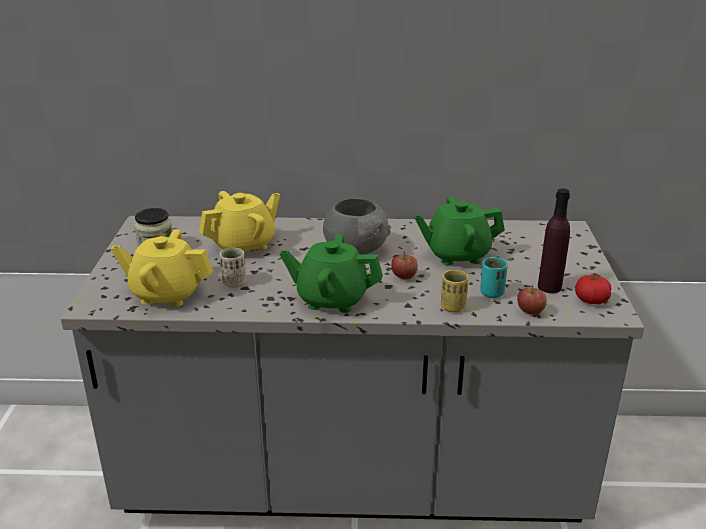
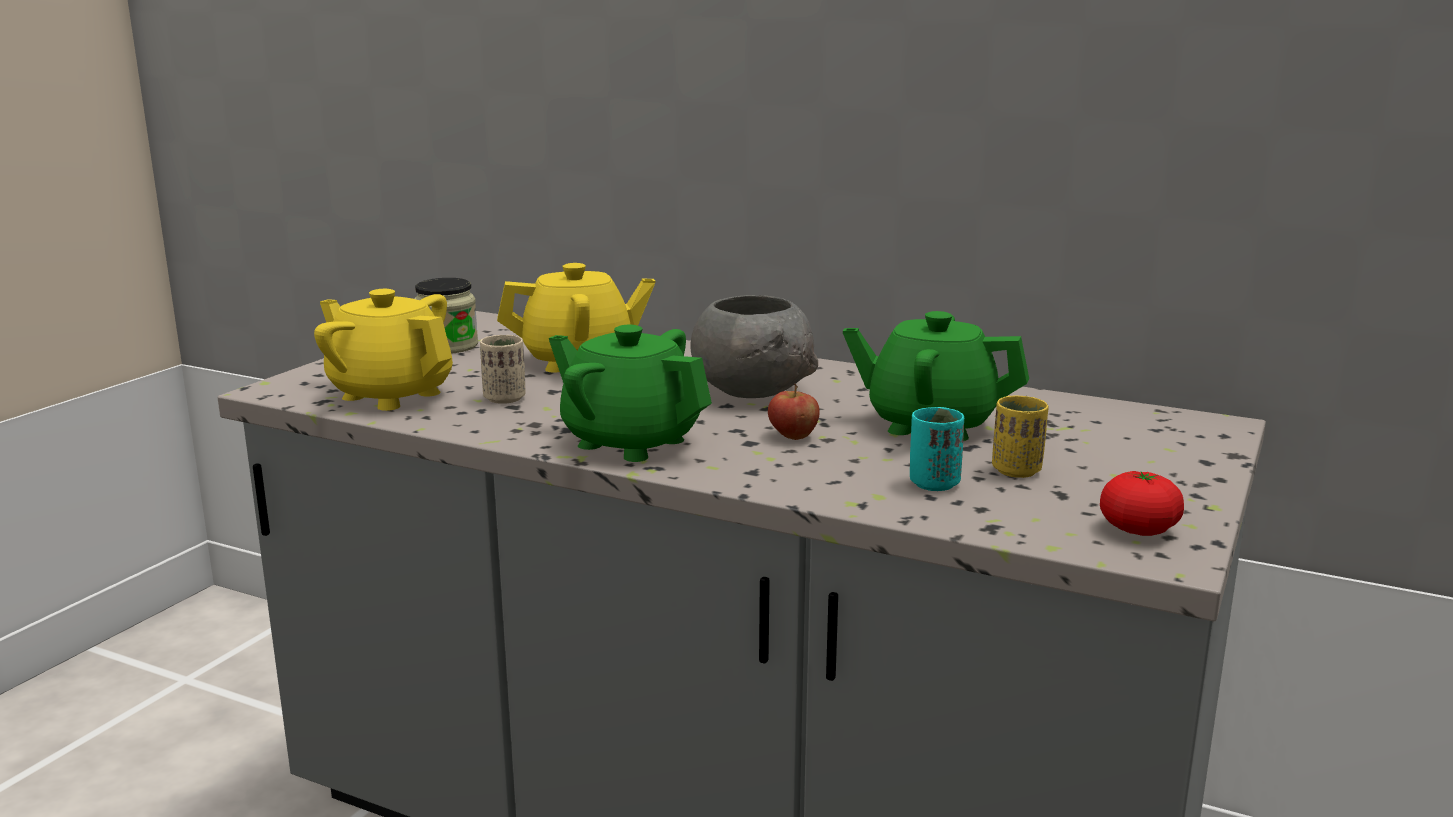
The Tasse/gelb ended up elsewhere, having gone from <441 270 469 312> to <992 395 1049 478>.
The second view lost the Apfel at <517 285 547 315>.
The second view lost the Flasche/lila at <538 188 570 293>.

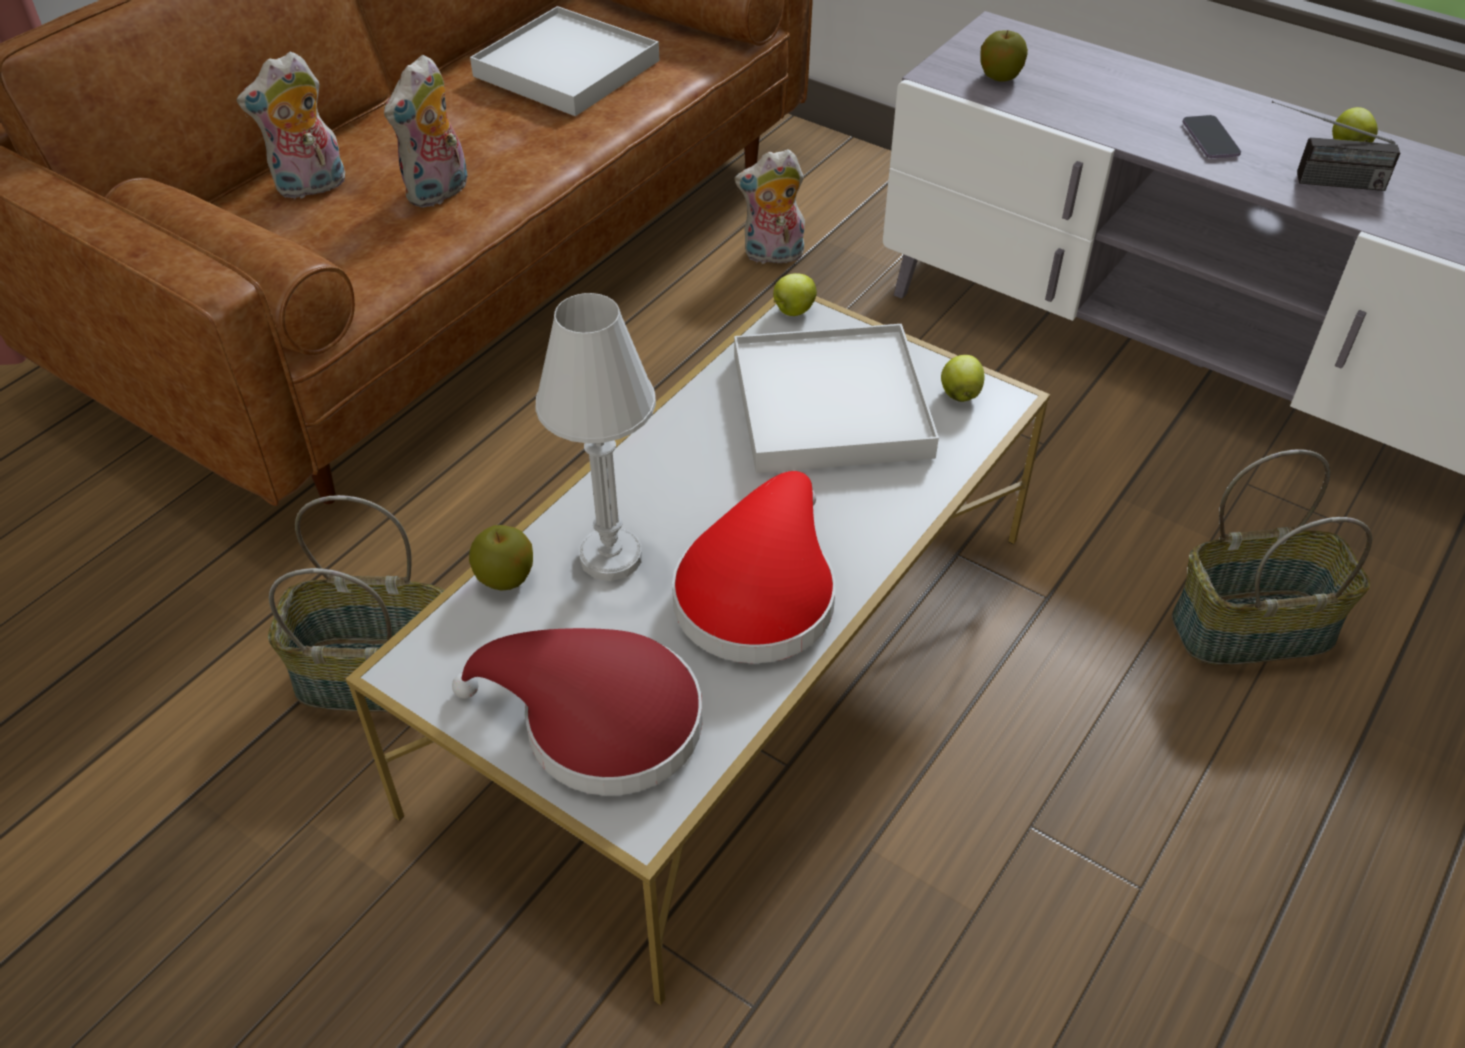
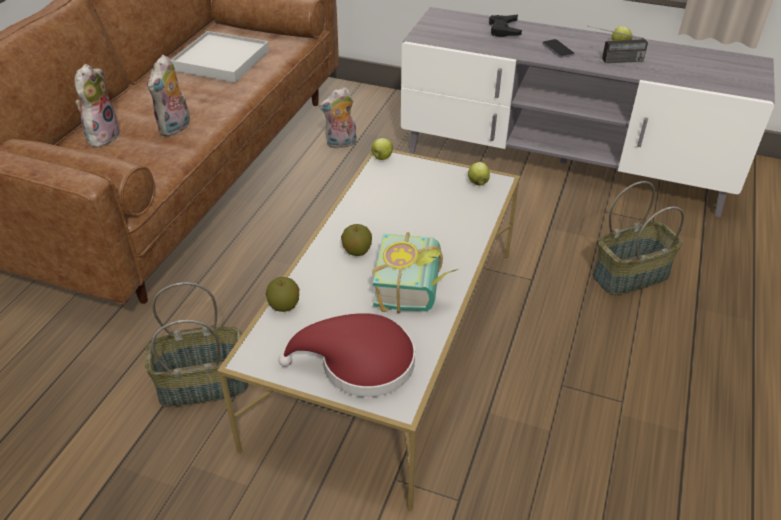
The Plüschtier at <237 52 345 199> ended up facing another way, 150 degrees clockwise from before.
The second view lost the Tischlampe/weiß at <535 293 656 581>.
Where the Hut/rot stood at <672 471 836 663>, the Buch came to stand at <372 232 459 313>.
The second view lost the Tablett/weiß at <734 324 939 473>.
The Apfel ended up elsewhere, having gone from <981 30 1028 82> to <341 224 372 256>.
The second view gained the Gamepad/schwarz at <489 15 522 37>.

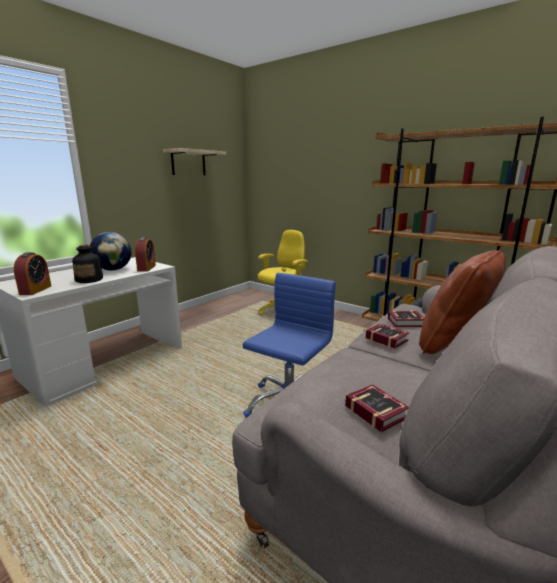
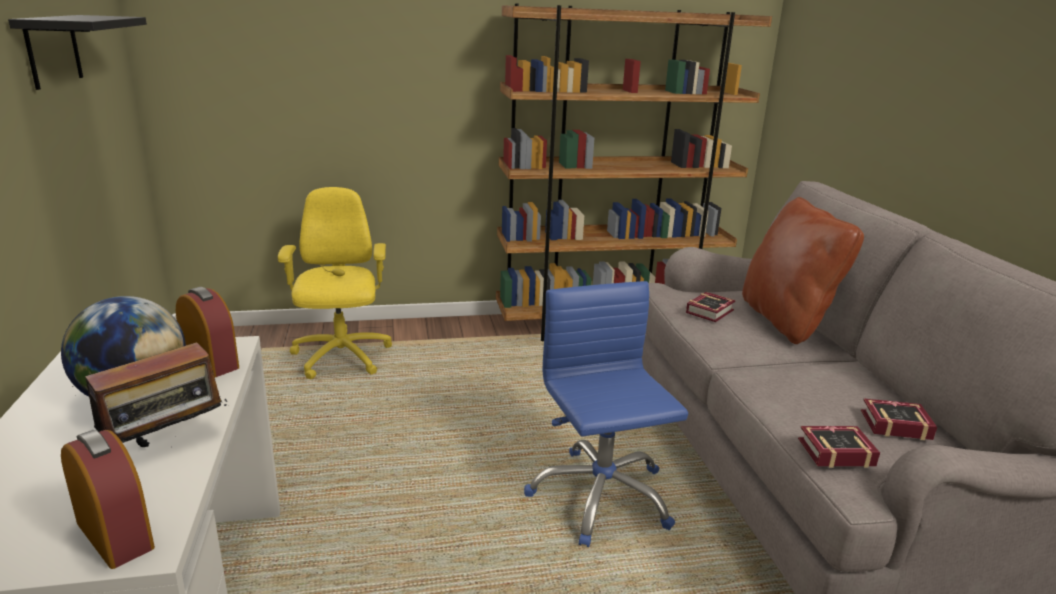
Where the Flasche stood at <72 245 103 283>, the Radio came to stand at <85 342 228 447>.
What was the Wandregal/beige at <163 148 226 175> turned into the Wandregal/schwarz at <8 15 147 90>.
The Buch ended up elsewhere, having gone from <366 324 409 349> to <798 426 880 468>.

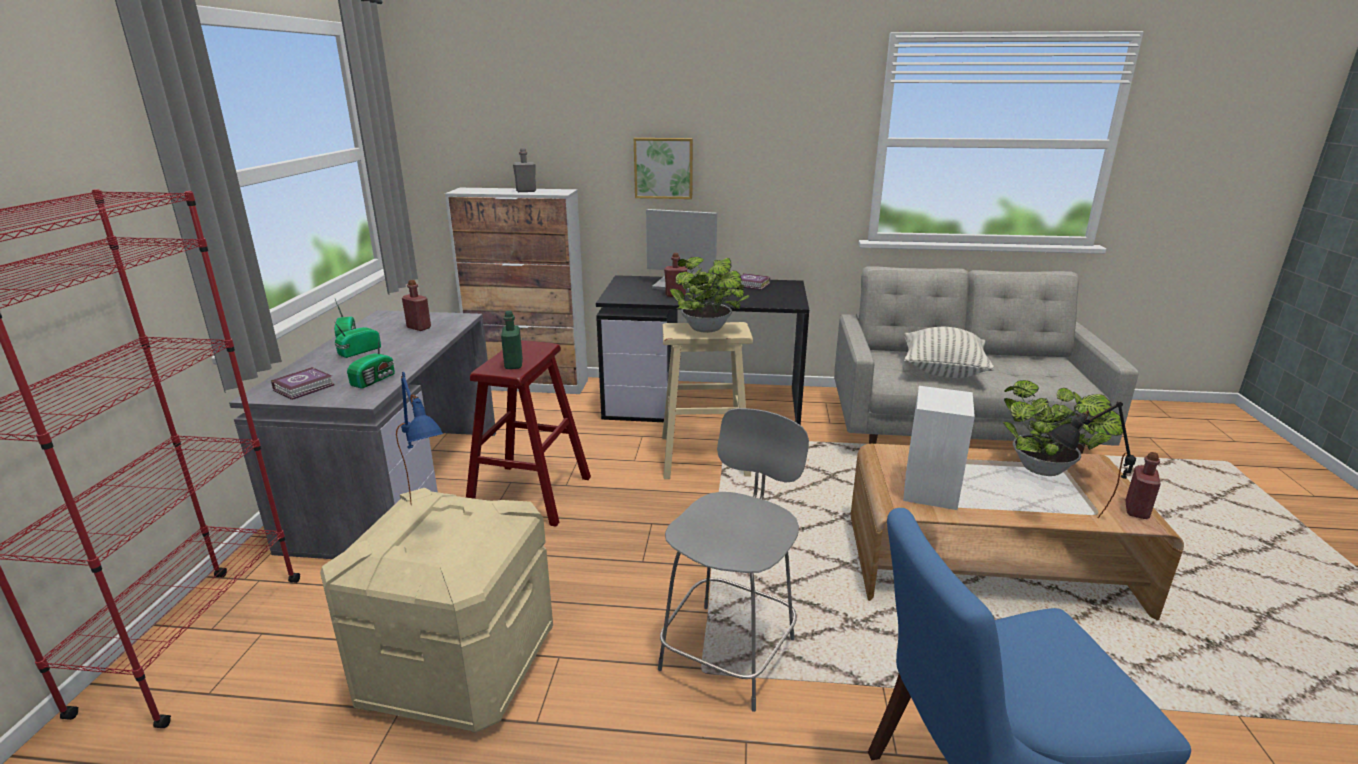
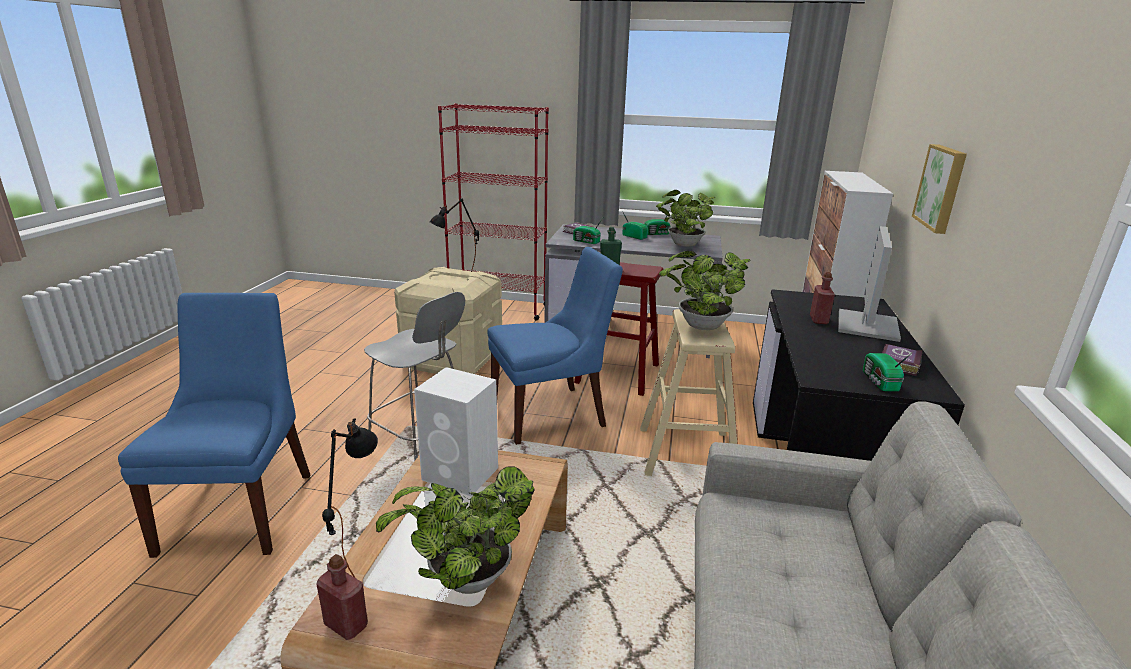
What was the Tischlampe/blau at <396 372 444 505> turned into the Tischlampe/schwarz at <429 198 479 271>.
Where the Flasche/rot stood at <402 280 431 331>, the Topfpflanze came to stand at <656 190 716 247>.
The second view lost the Flasche/grau at <513 148 536 192>.
The second view lost the Kissen at <904 327 994 378>.
The second view gained the Stuhl/blau at <488 247 623 445>.
The second view gained the Radio at <863 351 914 391>.

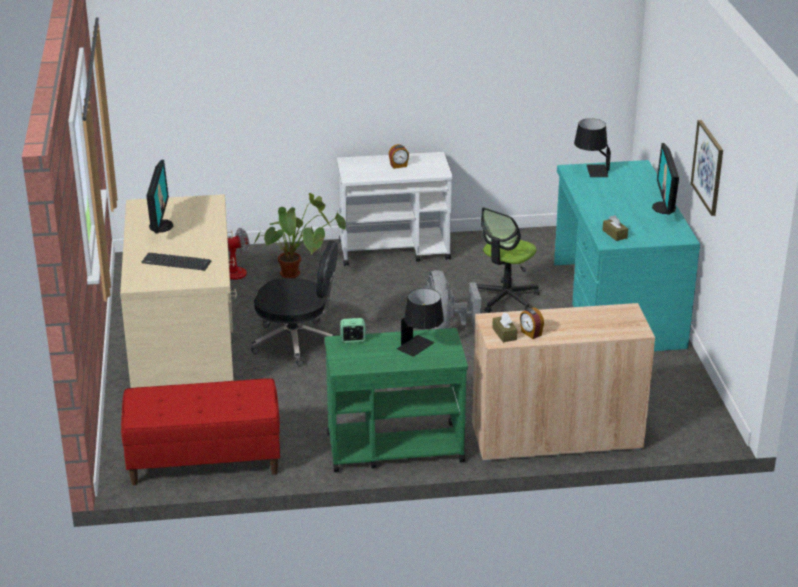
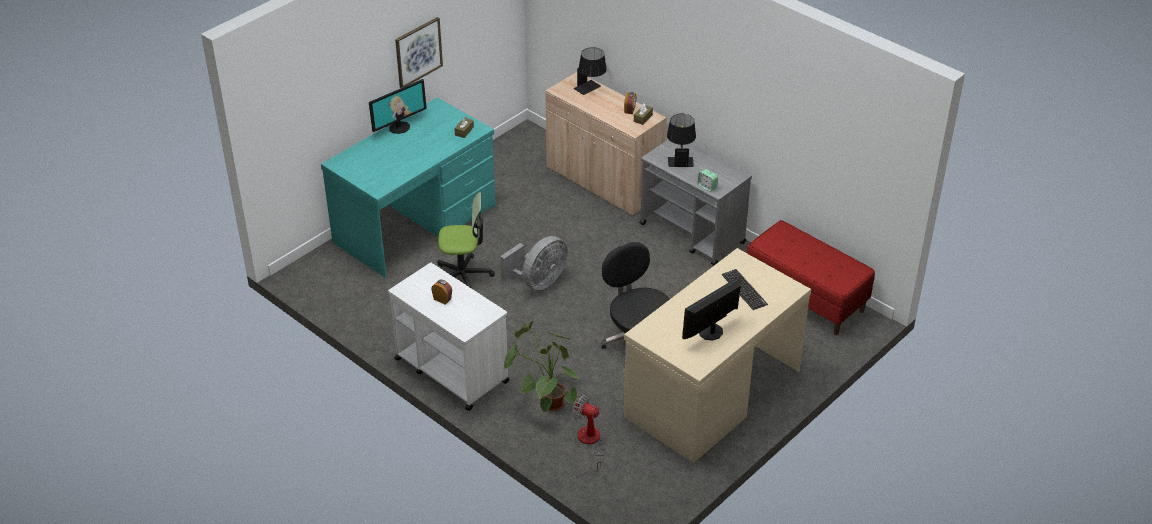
What was the Rollwagen/grün at <324 328 468 472> turned into the Rollwagen/grau at <639 140 752 265>.
The Tischlampe/schwarz ended up elsewhere, having gone from <574 118 611 177> to <574 47 607 95>.

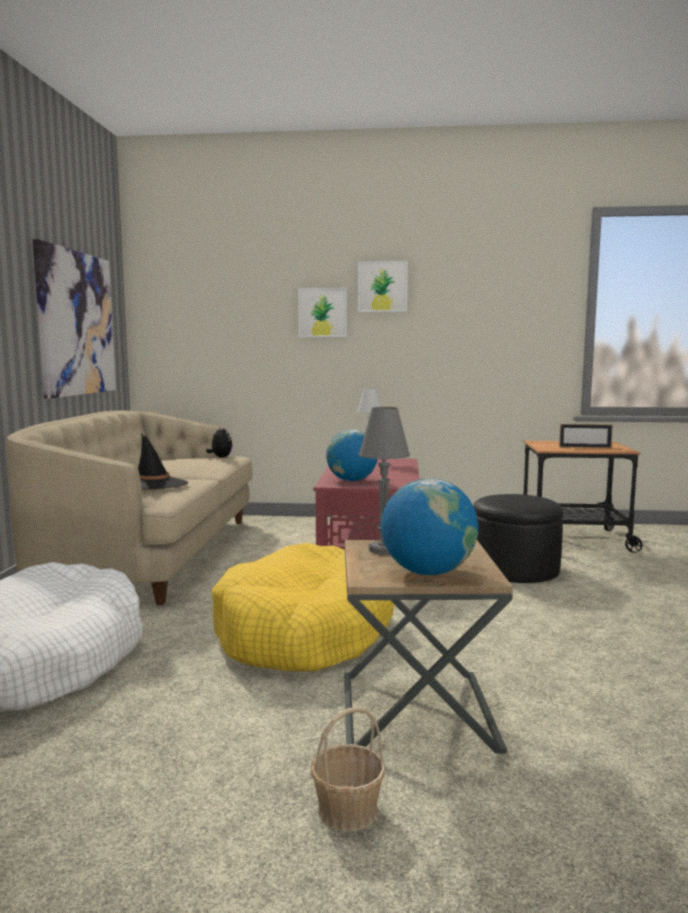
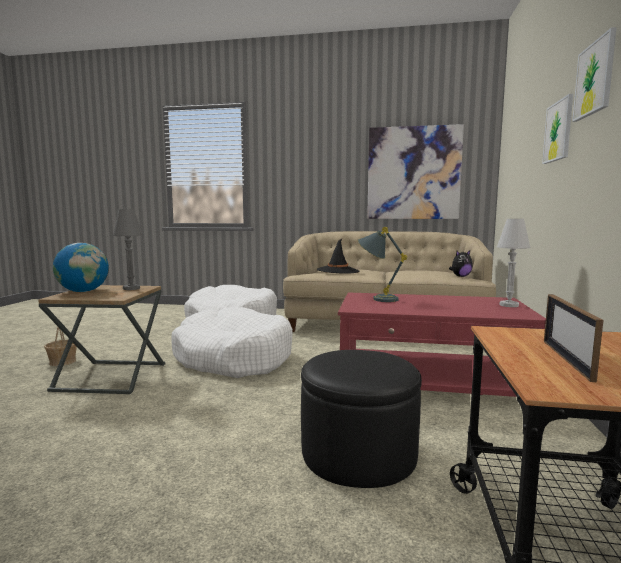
What was the Hundebett/gelb at <211 543 394 671> turned into the Hundebett/weiß at <171 307 293 378>.
Where the Globus stood at <326 430 377 481>, the Tischlampe/grau came to stand at <358 227 407 302>.

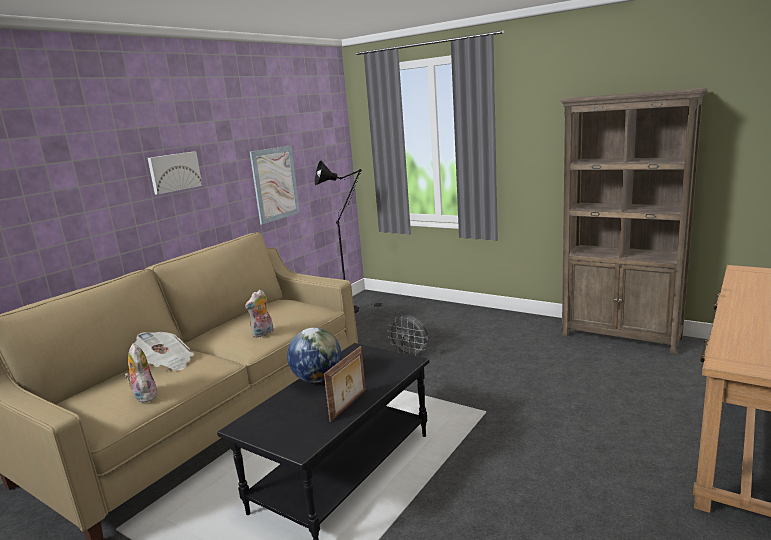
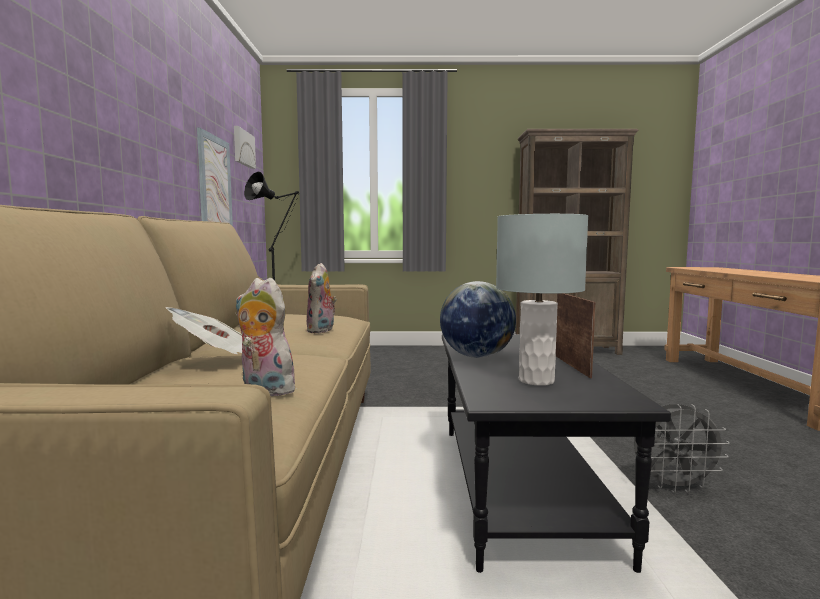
The Bild ended up elsewhere, having gone from <148 151 202 195> to <234 126 256 169>.
The Ventilator/grau ended up elsewhere, having gone from <387 315 428 356> to <634 404 730 493>.
The second view gained the Tischlampe/grau at <496 214 589 386>.

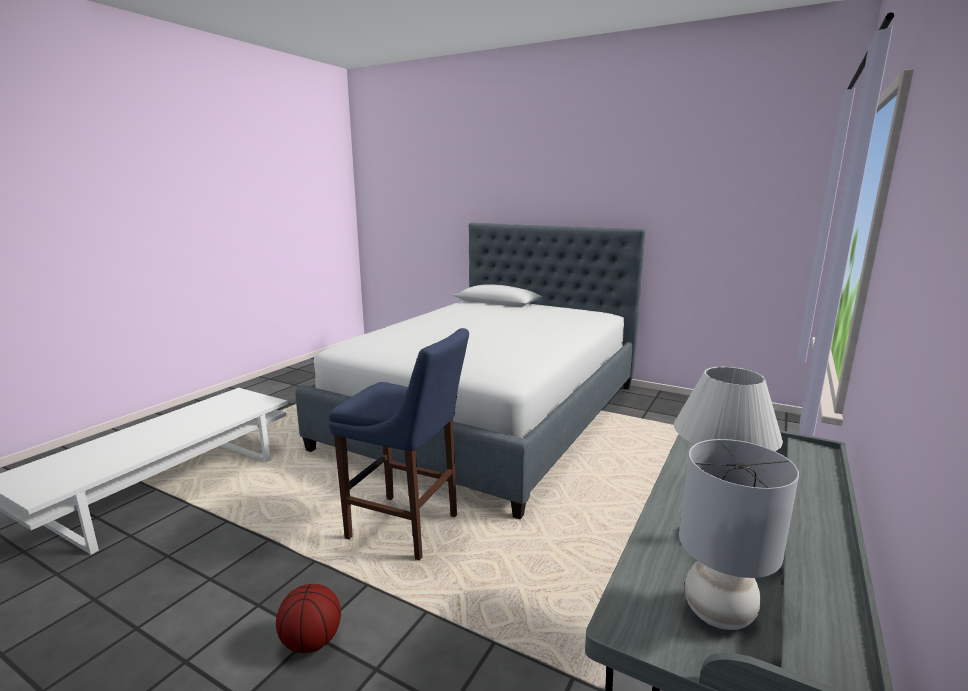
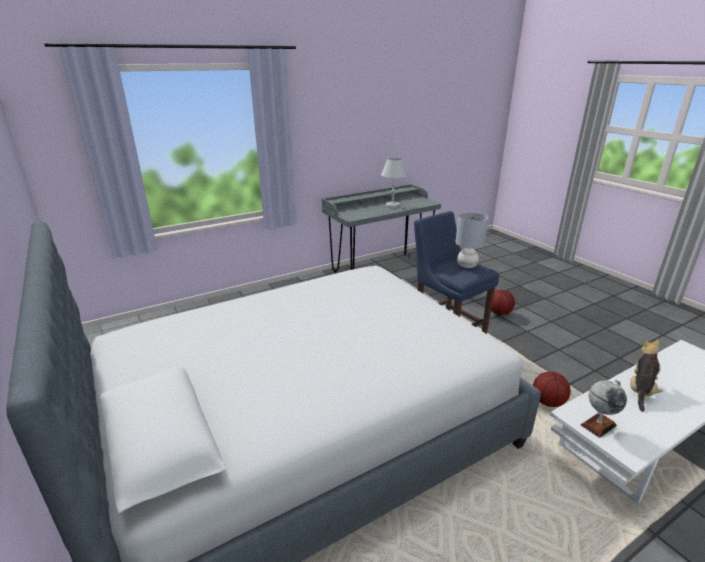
The Tischlampe/grau ended up elsewhere, having gone from <679 439 799 630> to <456 212 488 268>.
The second view gained the Basketball at <533 372 571 407>.
The second view gained the Globus at <581 380 627 438>.
The second view gained the Plüschtier at <630 339 663 412>.

